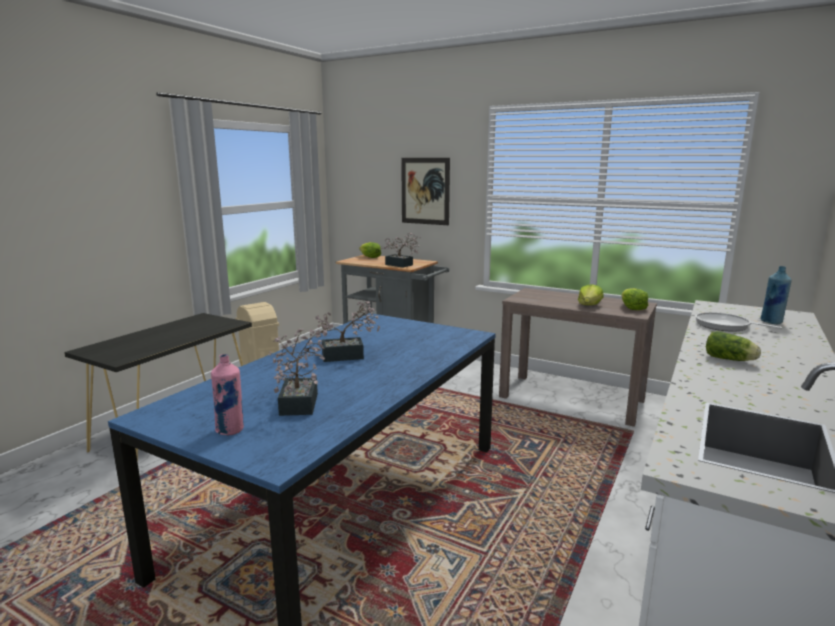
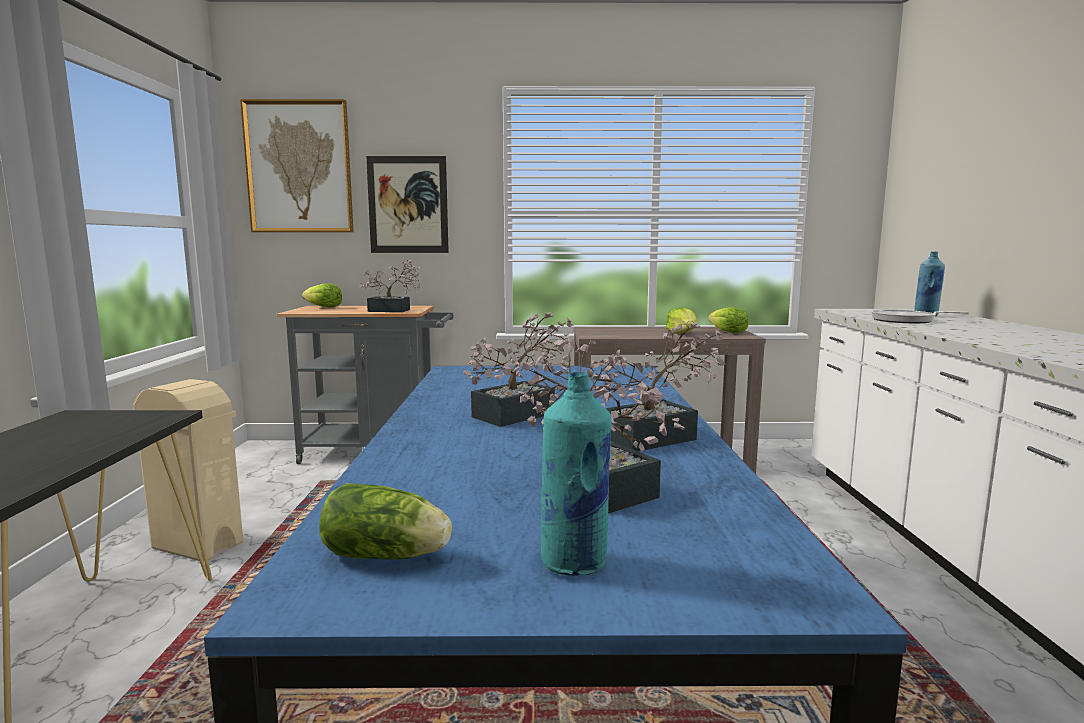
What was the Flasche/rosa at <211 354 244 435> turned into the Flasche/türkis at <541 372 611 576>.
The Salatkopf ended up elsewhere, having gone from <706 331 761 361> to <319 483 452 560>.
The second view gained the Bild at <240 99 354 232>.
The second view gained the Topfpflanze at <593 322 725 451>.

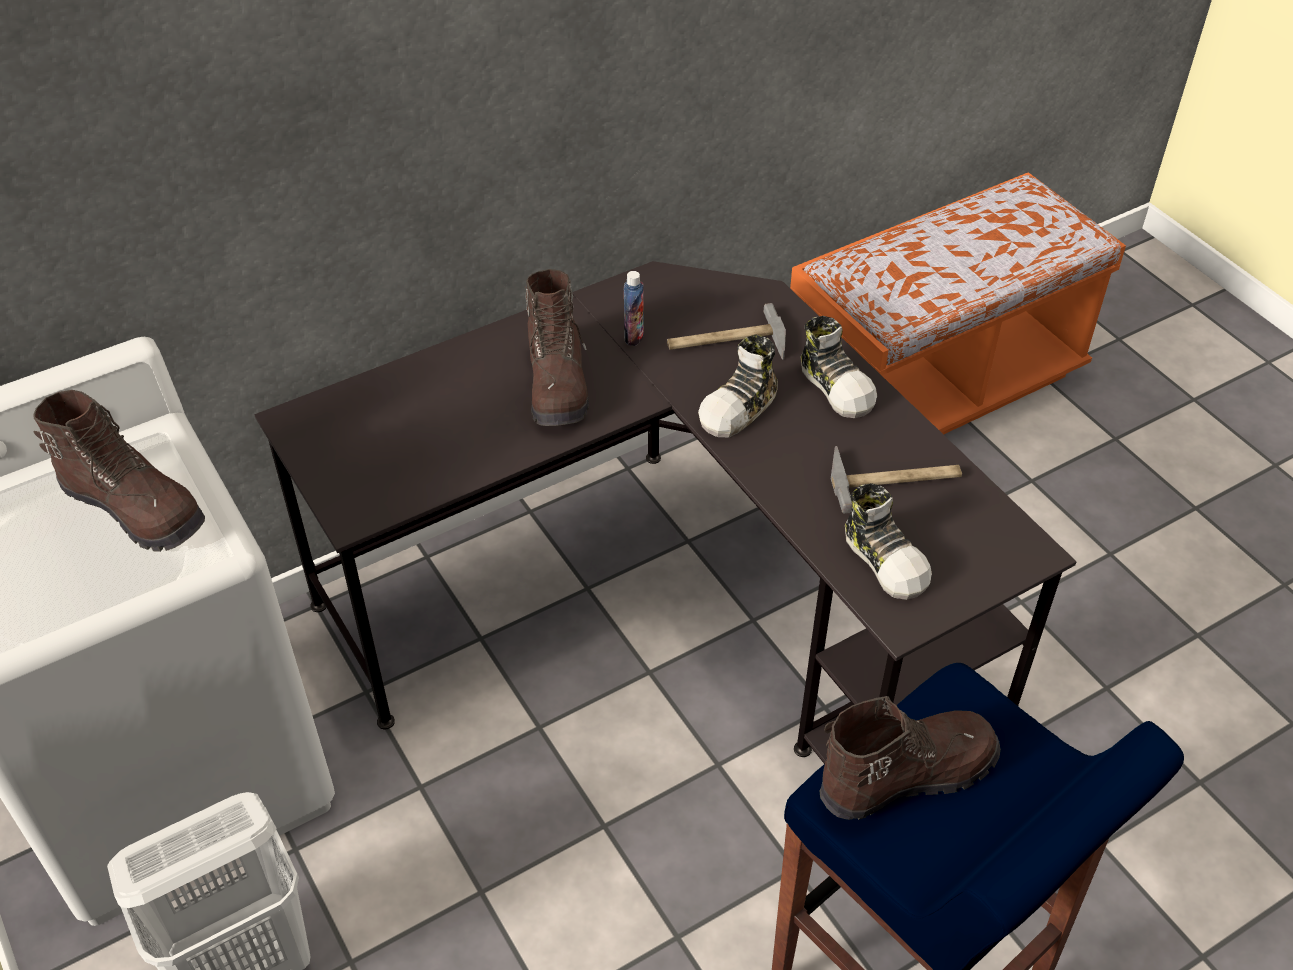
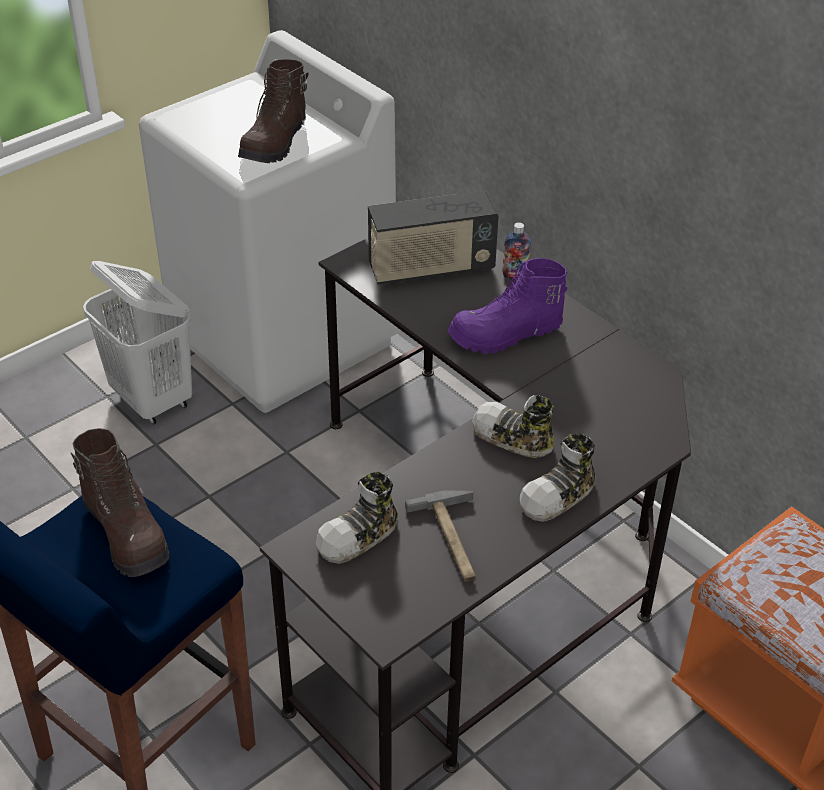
What was the Stiefel/braun at <525 269 589 426> turned into the Stiefel/lila at <448 258 567 354>.
The Flasche ended up elsewhere, having gone from <624 271 644 346> to <502 222 531 280>.
The second view lost the Hammer at <667 303 786 360>.
The second view gained the Radio at <368 191 499 285>.

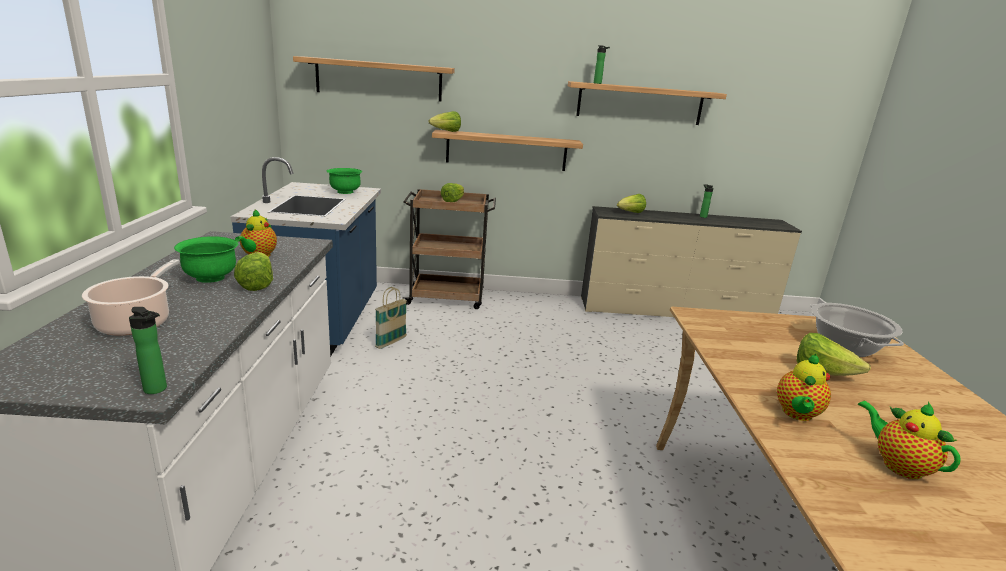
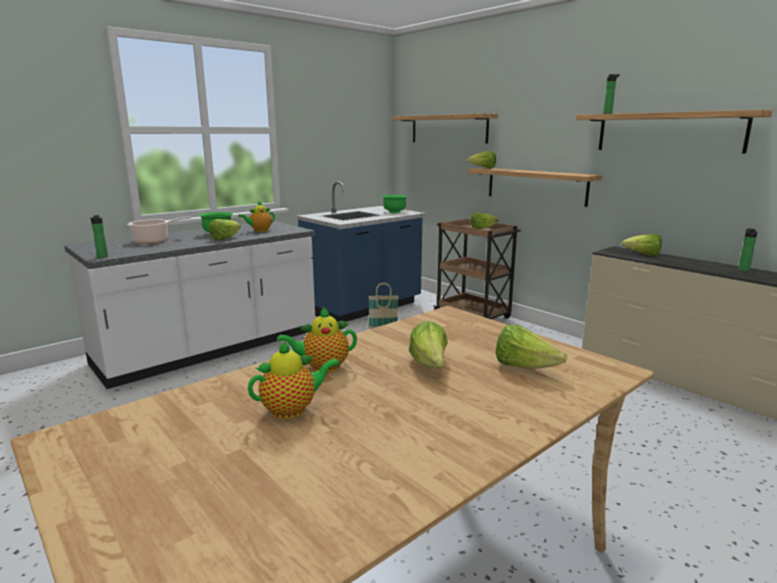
Where the Kochtopf stood at <810 303 904 357>, the Salatkopf came to stand at <496 325 567 369>.
The Teekanne at <858 400 961 479> ended up facing another way, 45 degrees clockwise from before.

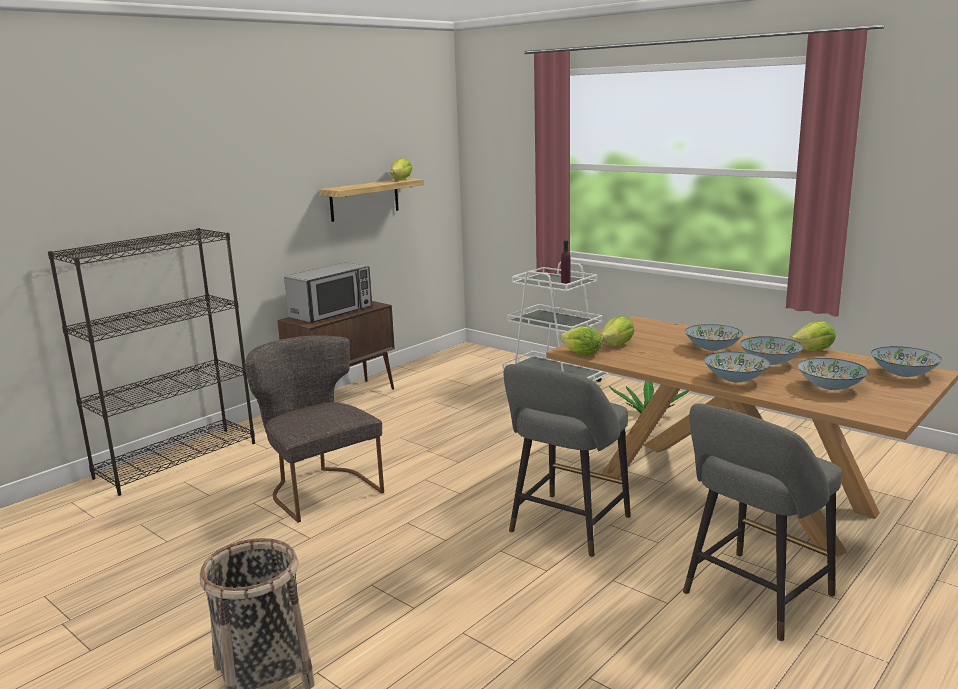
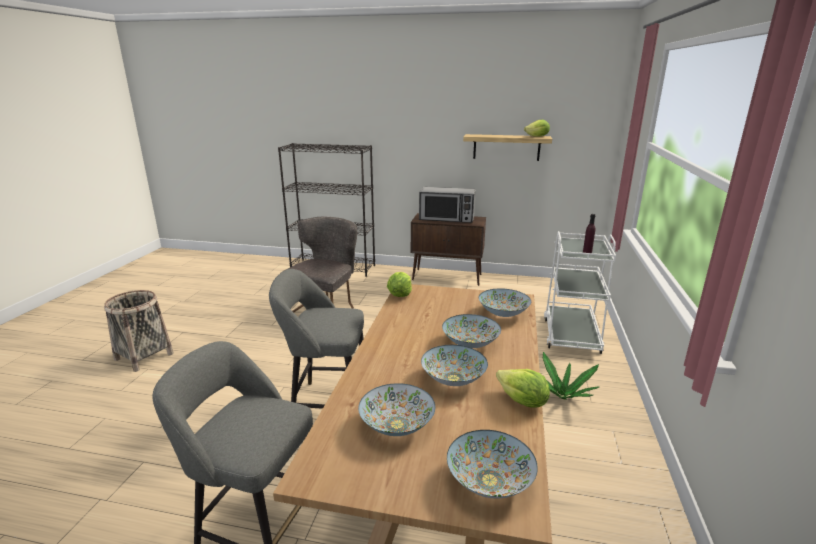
The second view lost the Salatkopf at <600 316 634 346>.
The Schüssel ended up elsewhere, having gone from <704 352 770 382> to <479 288 531 317>.

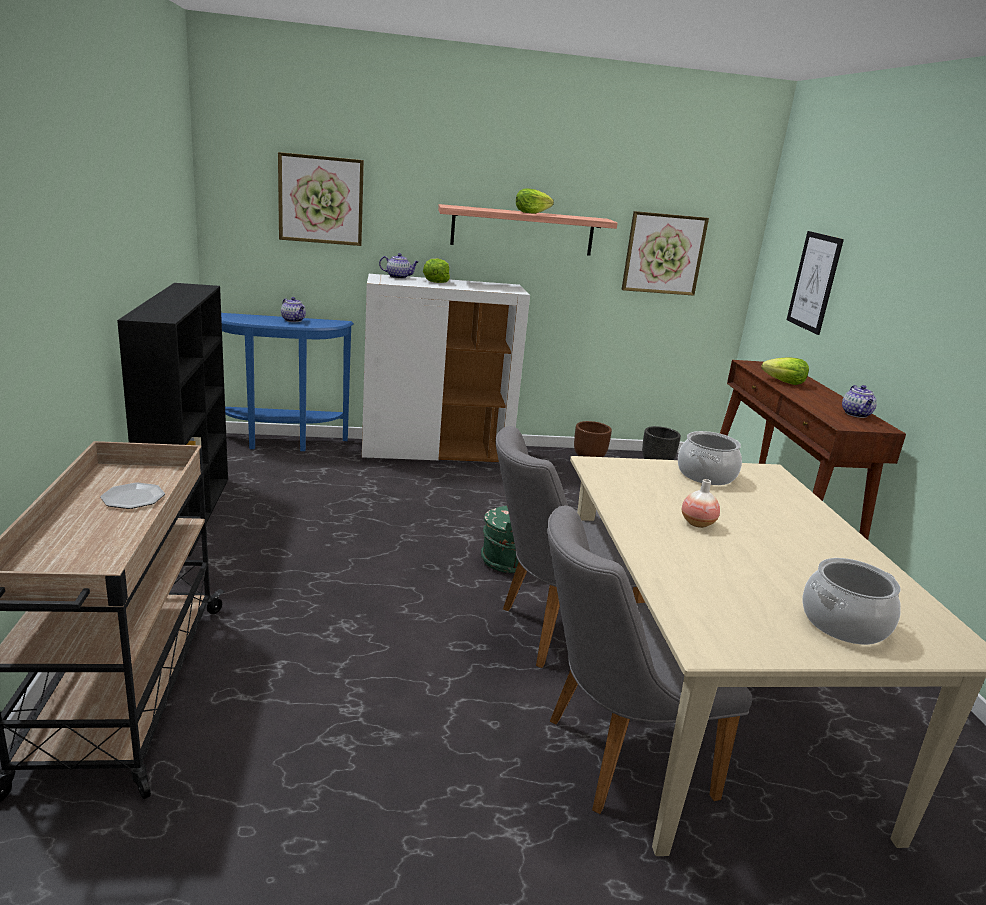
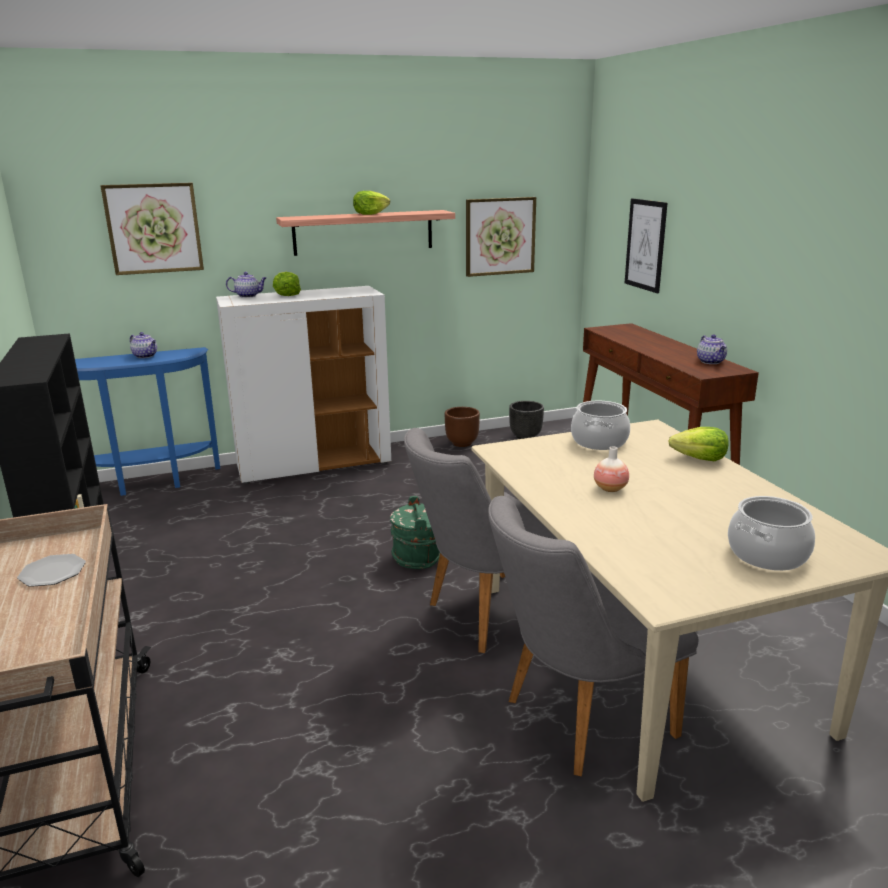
The Salatkopf ended up elsewhere, having gone from <762 357 809 385> to <668 427 729 461>.

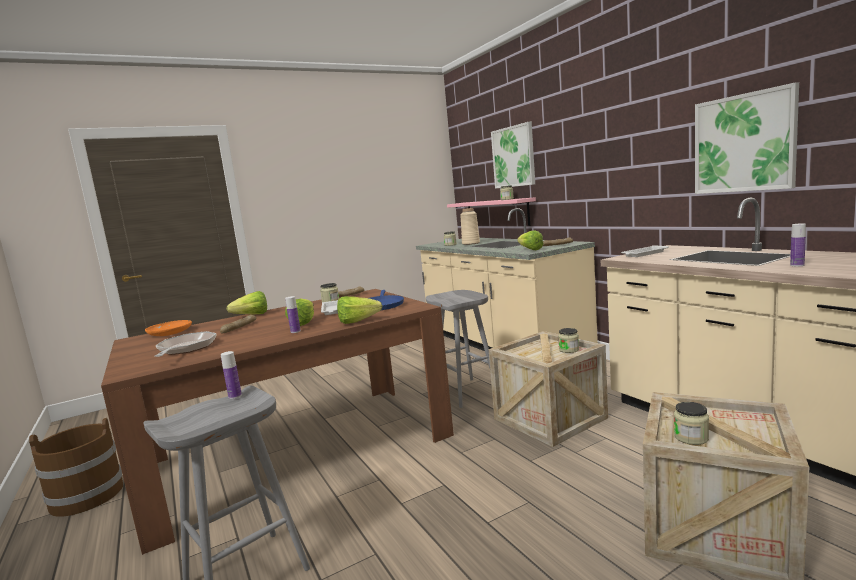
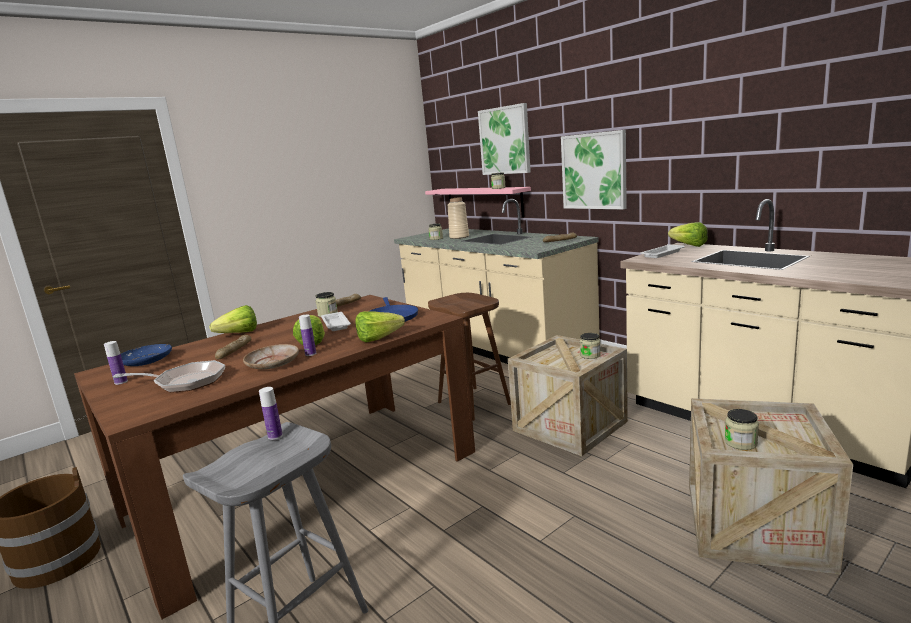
What was the Teller/orange at <145 320 192 336> turned into the Teller/blau at <121 344 172 366>.
The Pfanne at <155 331 217 357> ended up facing another way, 105 degrees clockwise from before.
What was the Hocker/grau at <426 290 490 408> turned into the Hocker/braun at <428 293 511 421>.
The Salatkopf ended up elsewhere, having gone from <517 230 544 250> to <668 222 708 247>.
The Bild ended up elsewhere, having gone from <695 82 799 194> to <561 130 627 209>.
The Flasche ended up elsewhere, having gone from <790 224 806 266> to <104 341 128 385>.
The second view gained the Teller/beige at <243 344 299 369>.

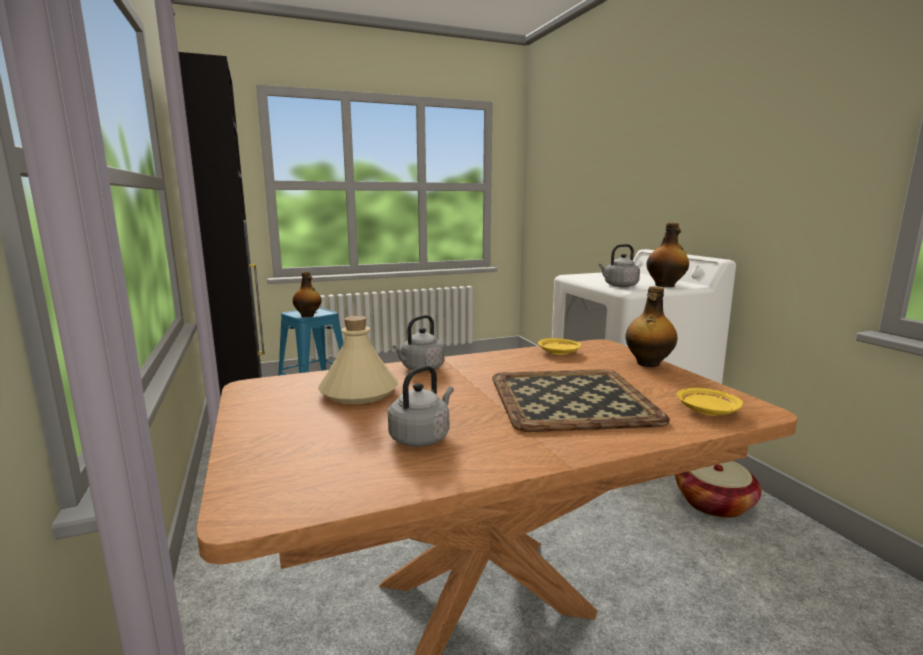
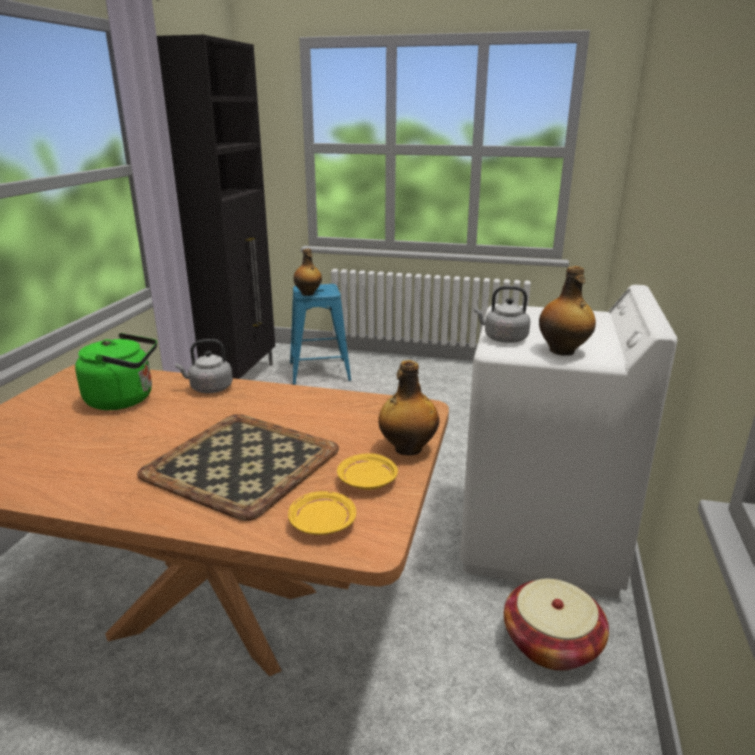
Where the Flasche/beige stood at <318 316 398 404>, the Wasserkessel/grün came to stand at <75 333 157 410>.
The second view lost the Wasserkessel/grau at <388 365 454 447>.
The Teller/gelb ended up elsewhere, having gone from <538 338 581 355> to <337 453 398 490>.

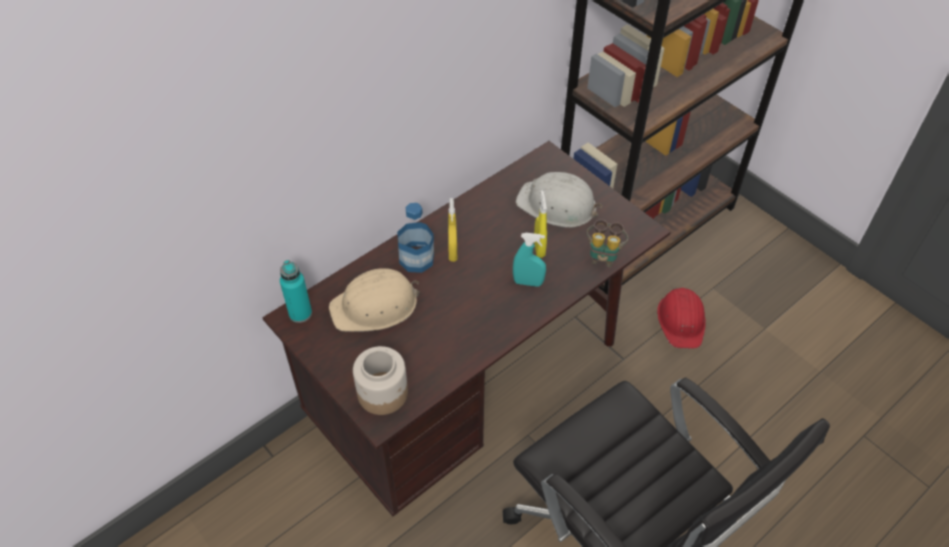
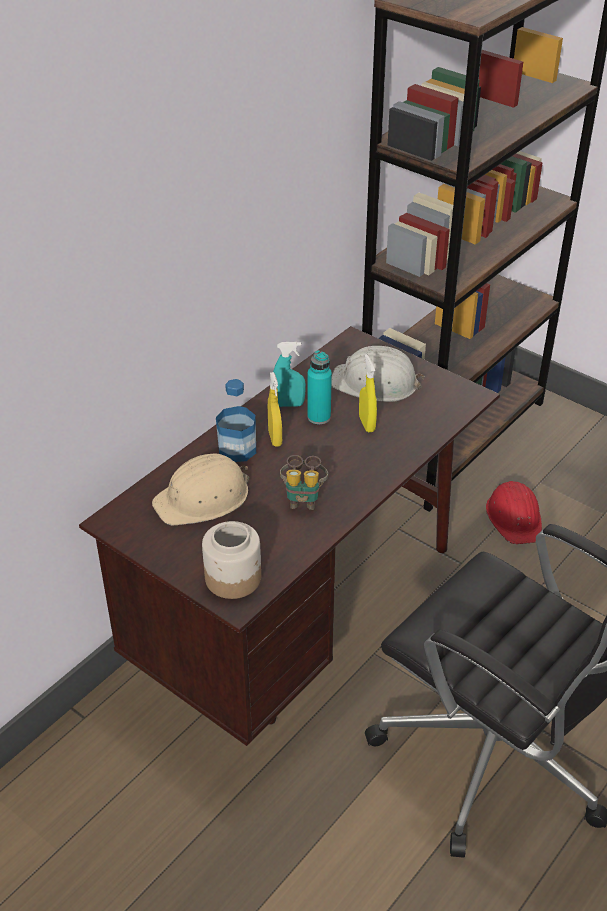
The Flasche/türkis ended up elsewhere, having gone from <280 260 312 323> to <307 350 332 424>.
The Sprühflasche/türkis ended up elsewhere, having gone from <513 233 546 287> to <273 342 306 407>.
The Fernglas ended up elsewhere, having gone from <586 219 628 267> to <280 455 328 510>.

